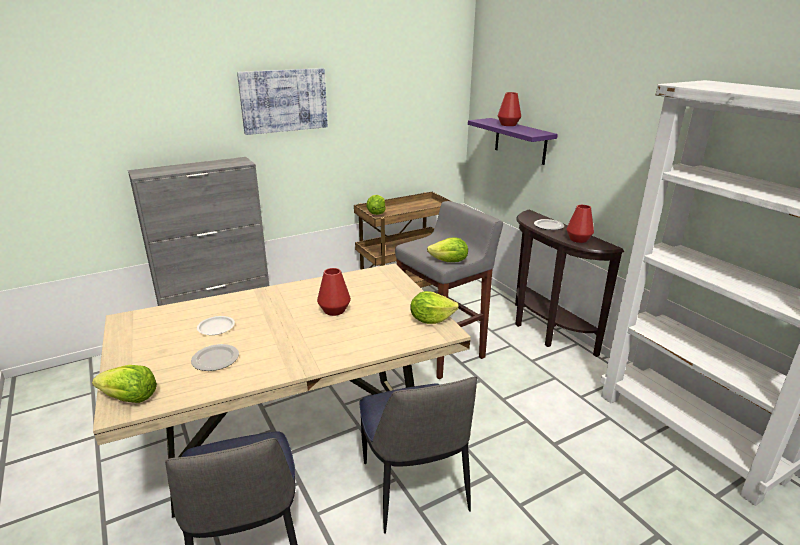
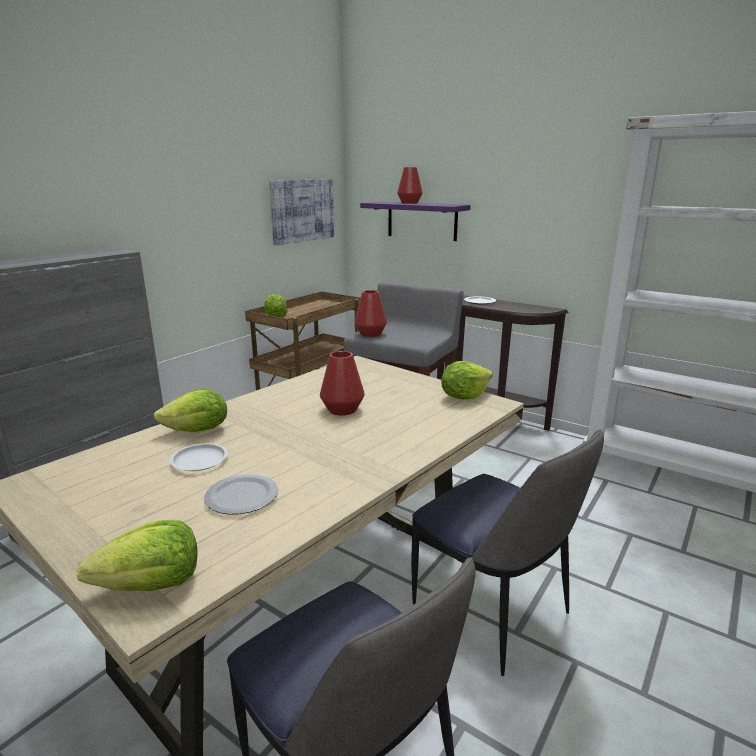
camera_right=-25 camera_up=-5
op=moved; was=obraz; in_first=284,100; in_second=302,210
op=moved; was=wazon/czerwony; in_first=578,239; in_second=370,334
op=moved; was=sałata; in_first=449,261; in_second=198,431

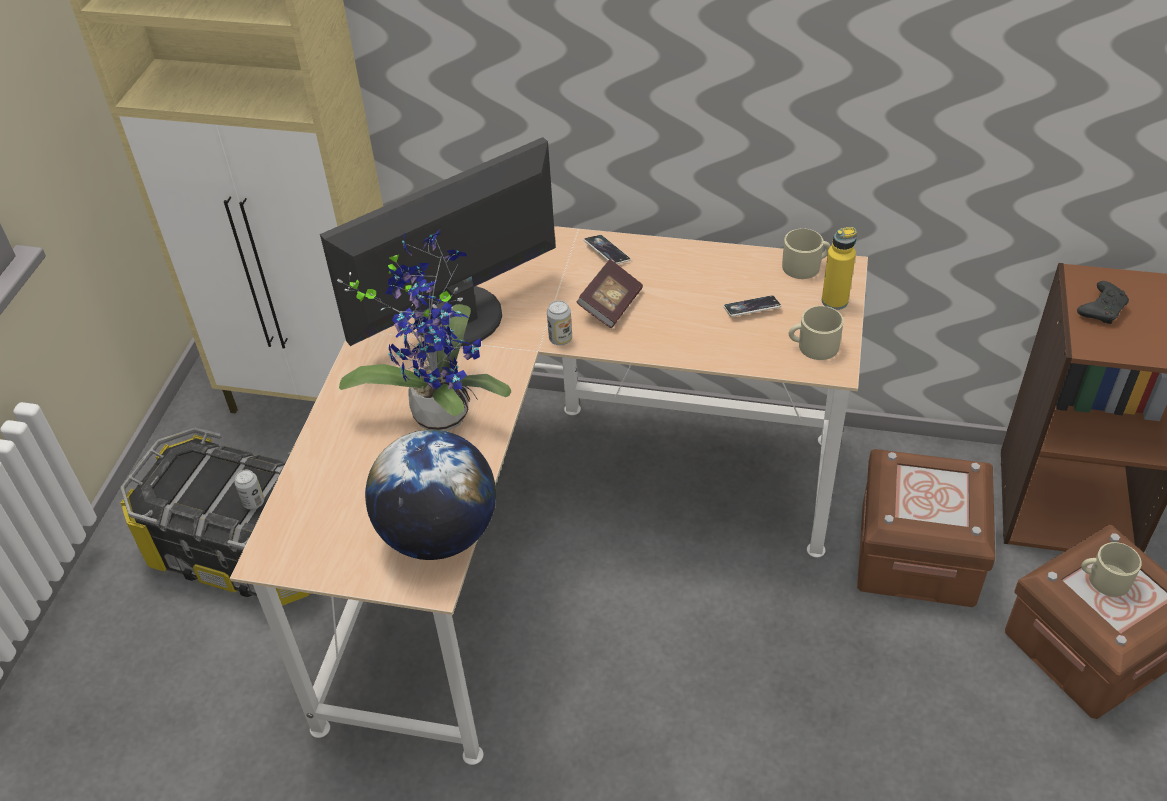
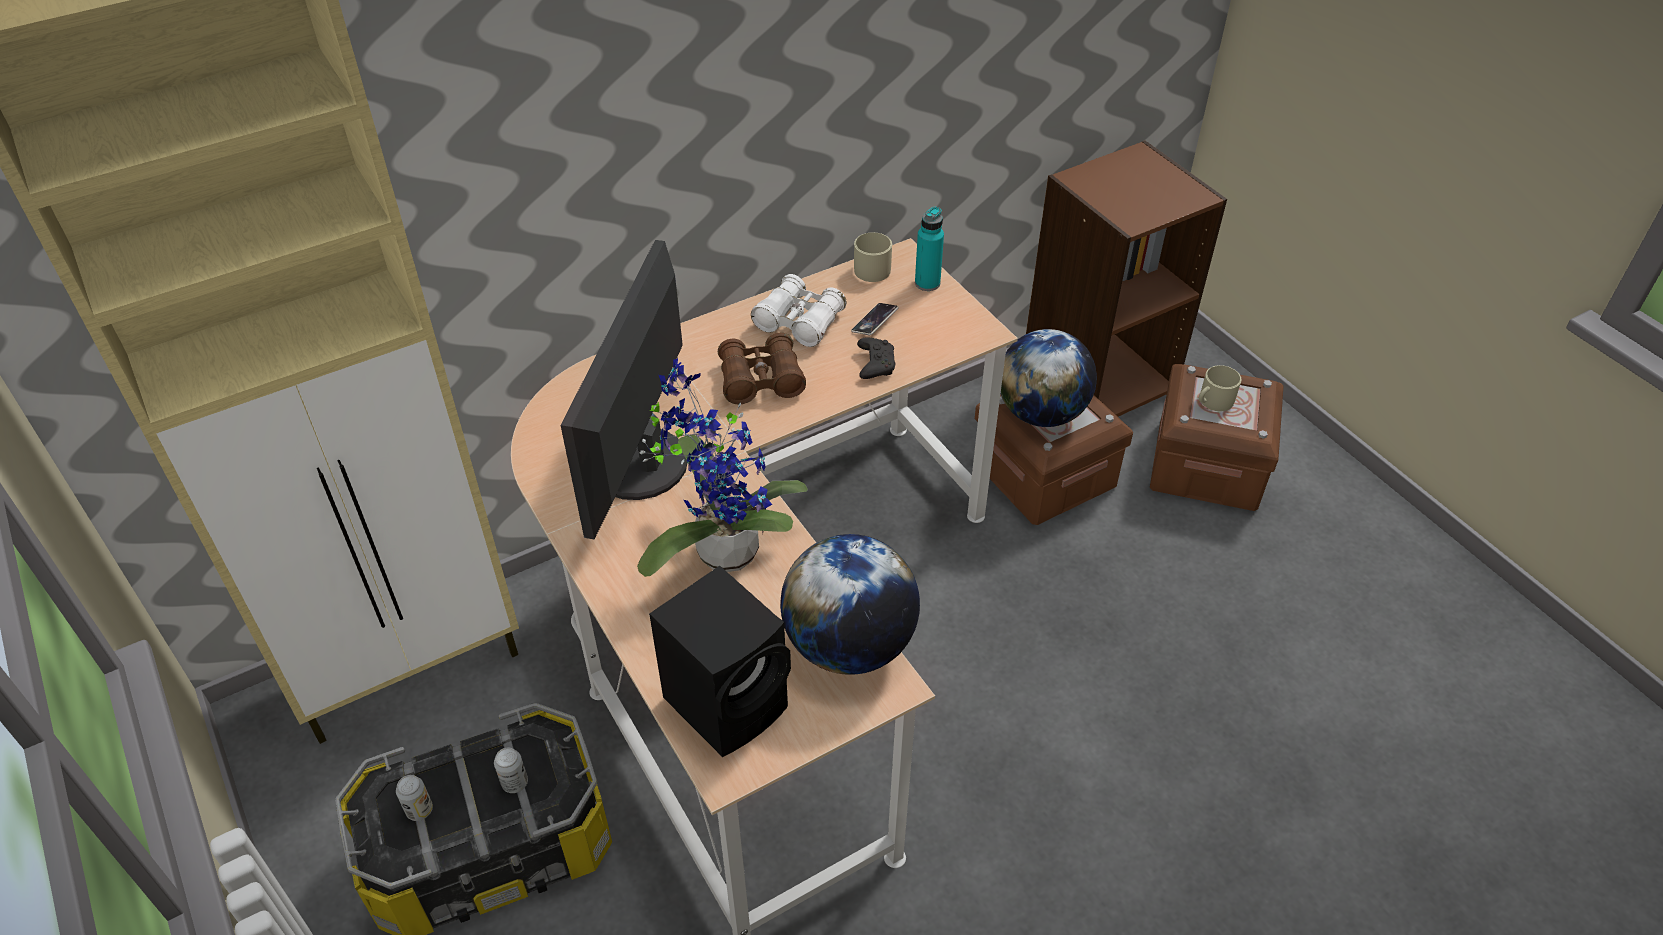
camera_right=-45 camera_up=0
op=recoloured; was=butelka/żółty; now=butelka/turkusowy; in_first=834,301; in_second=927,283
op=removed; was=telefon; in_first=607,252
op=replaced; was=książka; now=lornetka/brązowy; in_first=610,305; in_second=761,380
op=moved; was=pad do gier/czarny; in_first=1102,309; in_second=875,364
op=moved; was=puszka; in_first=560,339; in_second=419,810
op=removed; was=kubek/beżowy; in_first=813,346
op=added; now=lornetka/biały; in_second=799,322
op=added; now=globus; in_second=1041,413
op=added; now=głośnik/czarny; in_second=730,701

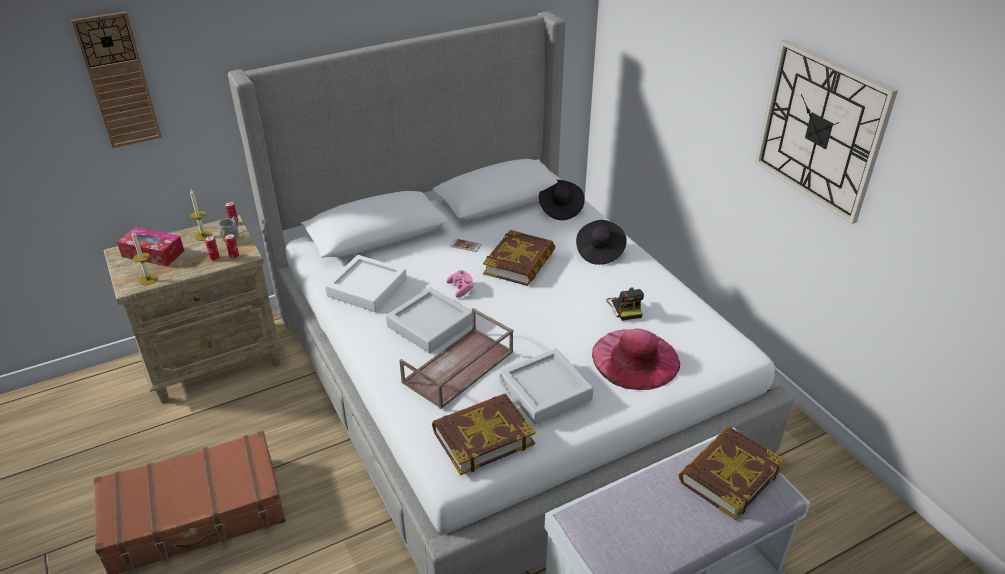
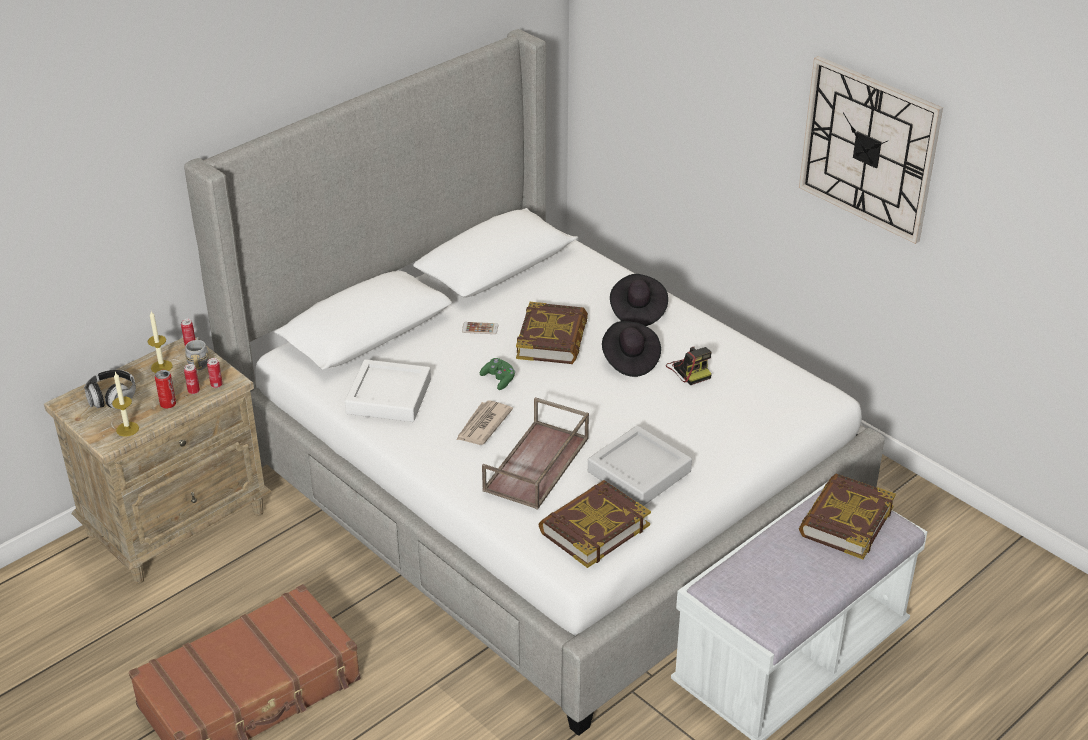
camera_right=-15 camera_up=0
op=removed; was=zegar ścienny; in_first=118,81
op=moved; was=kapelusz/czarny; in_first=560,209; in_second=629,360
op=replaced; was=pudełko chusteczek; now=słuchawki; in_first=153,254; in_second=112,398
op=recoloured; was=pad do gier/różowy; now=pad do gier/zielony; in_first=461,289; in_second=499,379
op=replaced; was=taca/szary; now=gazeta; in_first=430,325; in_second=483,425
op=removed; was=kapelusz/różowy; in_first=635,358
op=added; now=puszka; in_second=168,404

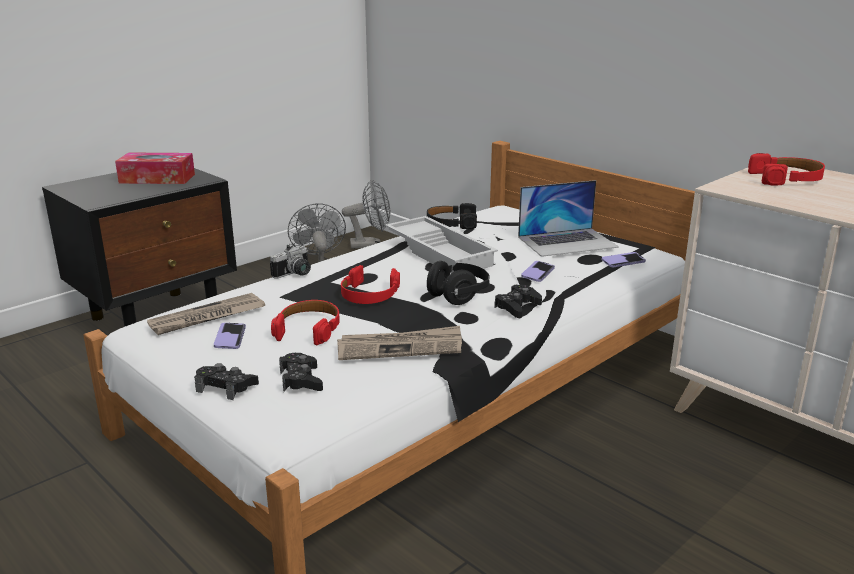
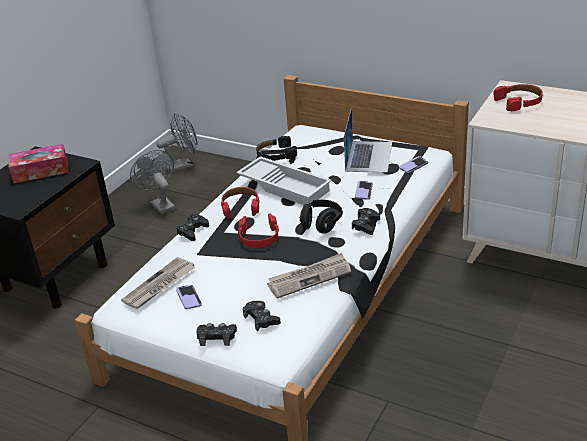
camera_right=-15 camera_up=10
op=turned; was=laptop; in_first=567,242; in_second=369,156; clockwise=-45
op=replaced; was=aparat fotograficzny; now=pad do gier/czarny; in_first=295,274; in_second=193,231
op=moved; was=słuchawki/czerwony; in_first=309,329; in_second=241,206

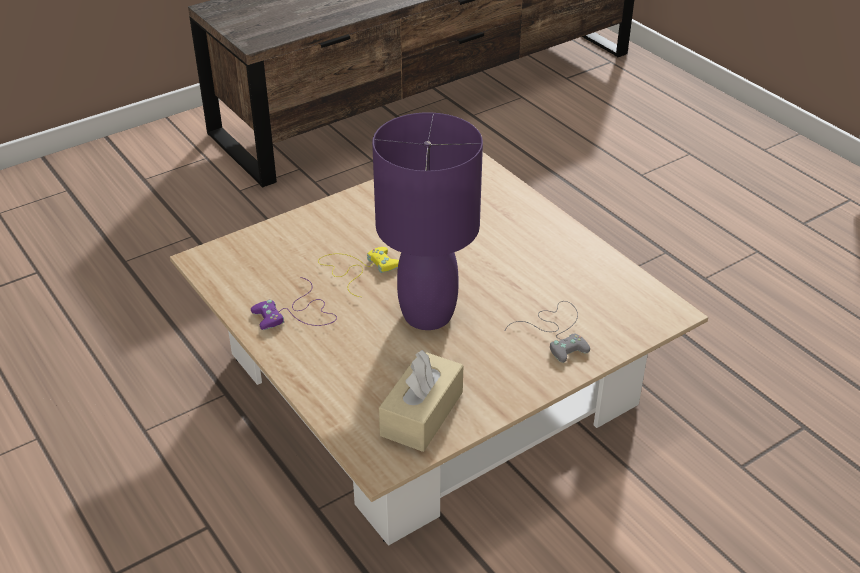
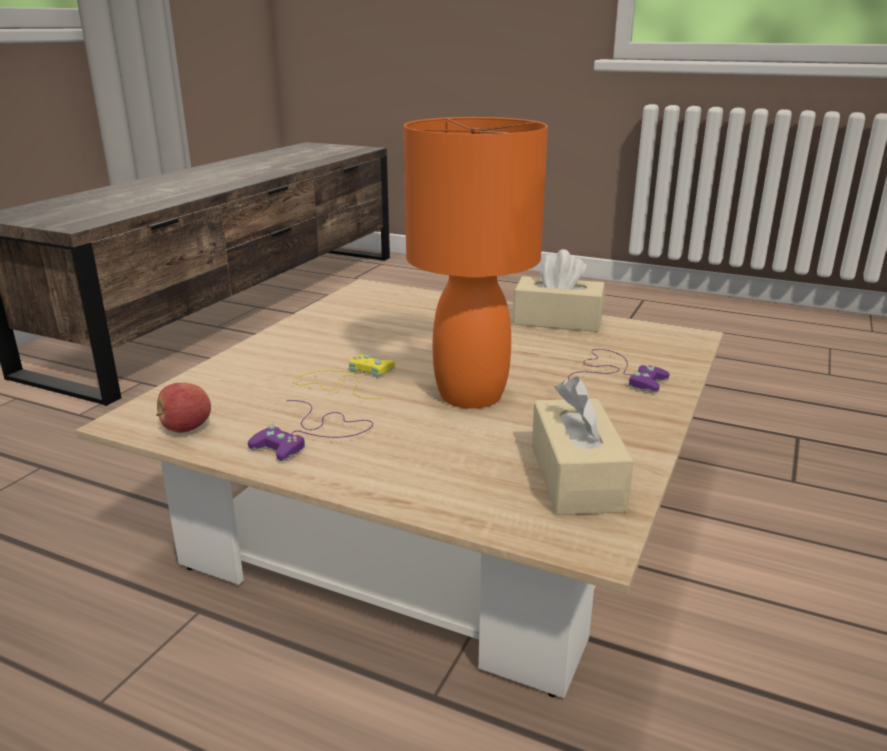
camera_right=-30 camera_up=-15
op=recoloured; was=lampa stołowa/fioletowy; now=lampa stołowa/pomarańczowy; in_first=428,315; in_second=472,395
op=recoloured; was=pad do gier/szary; now=pad do gier/fioletowy; in_first=556,331; in_second=615,373
op=added; now=pudełko chusteczek/beżowy; in_second=557,320
op=added; now=jabłko; in_second=186,428

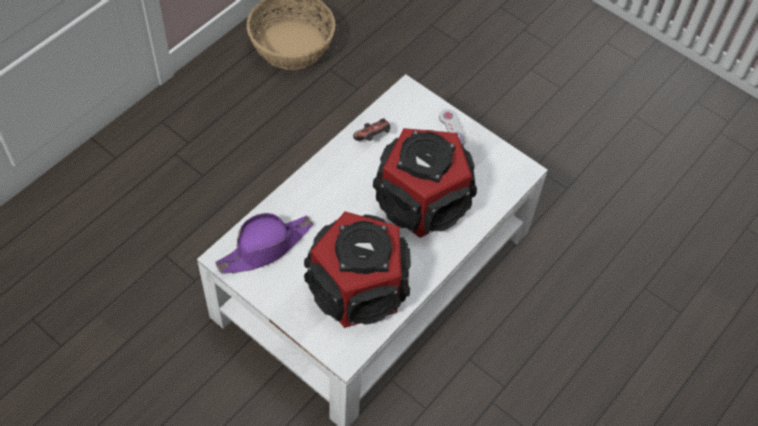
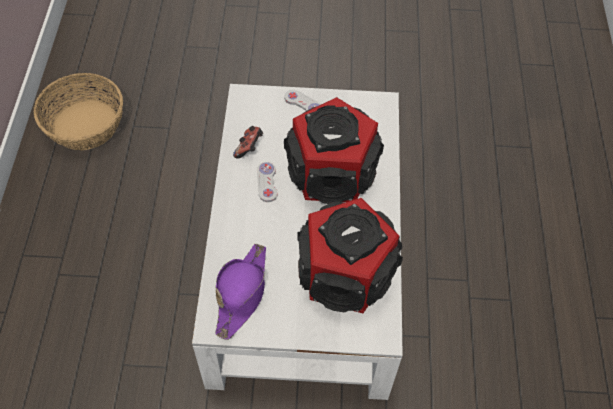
camera_right=-35 camera_up=0
op=added; now=pad do gier/biały; in_second=267,182

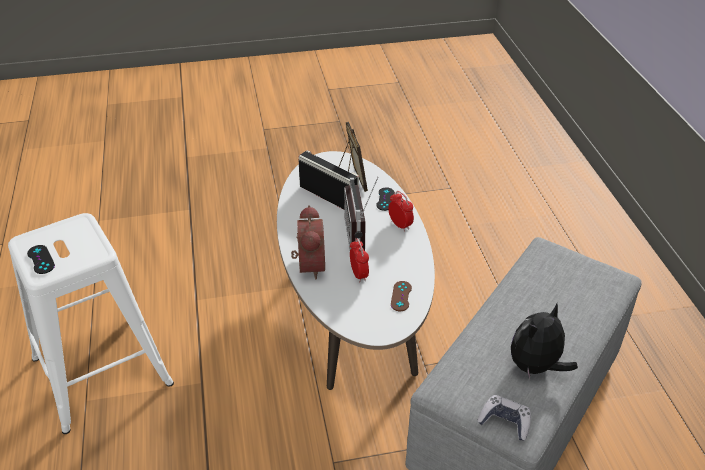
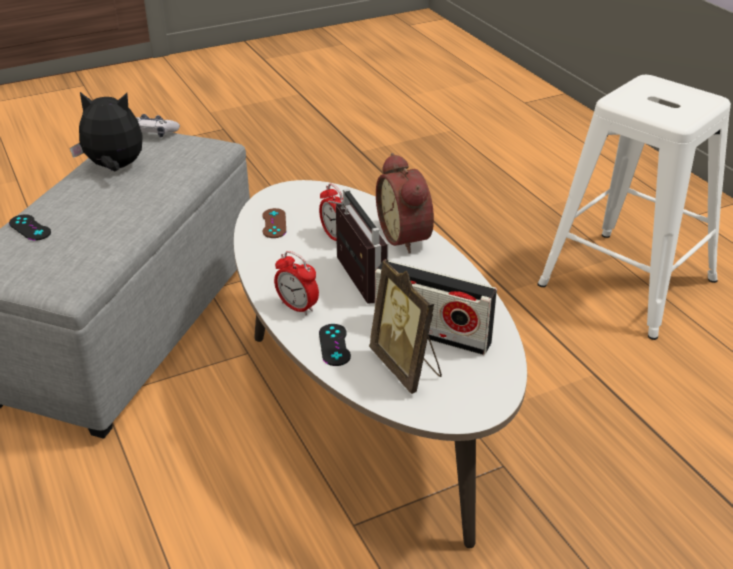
camera_right=165 camera_up=-5
op=moved; was=pad do gier/czarny; in_first=41,259; in_second=30,228
op=turned; was=pluszak; in_first=536,367; in_second=114,168; clockwise=-120

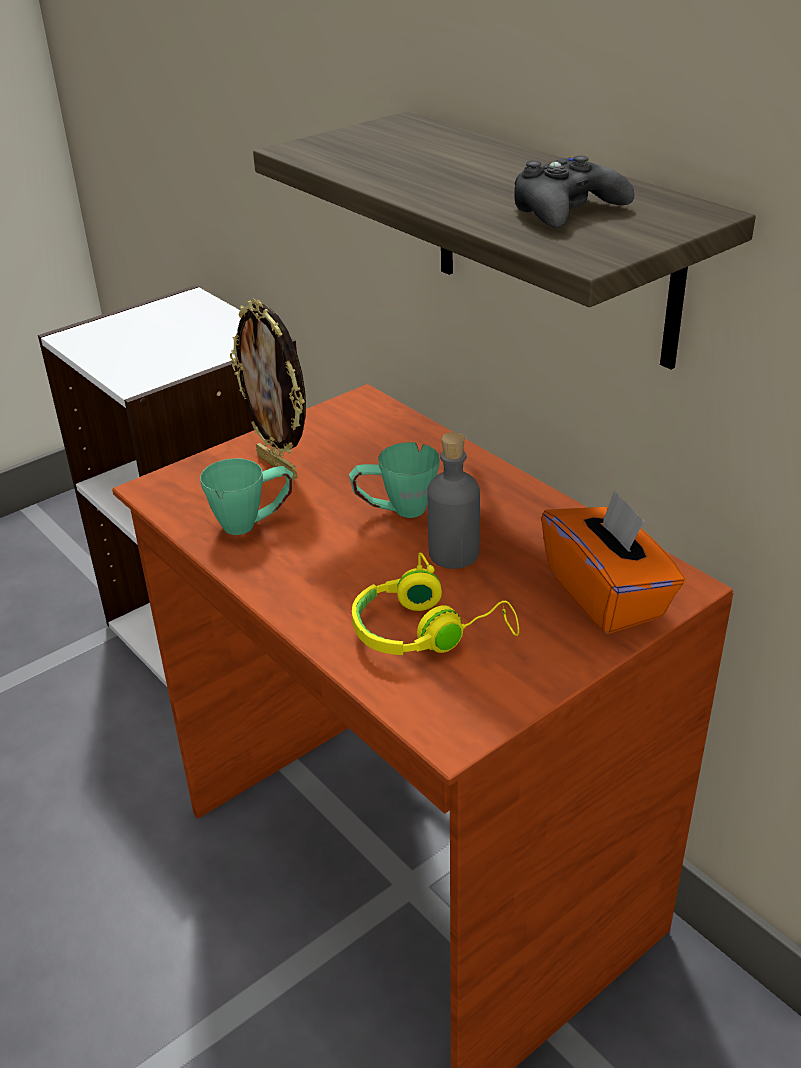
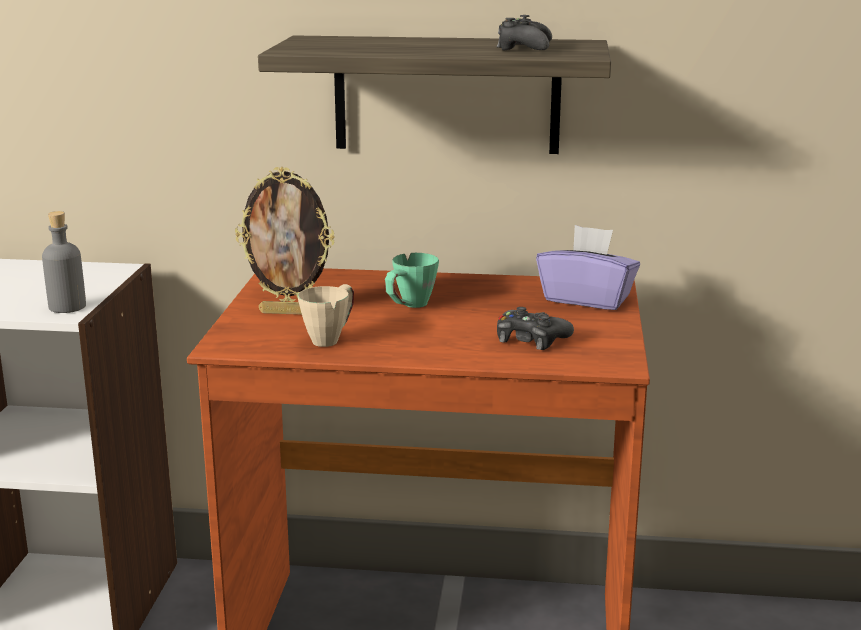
camera_right=-45 camera_up=-15
op=moved; was=butelka/szary; in_first=453,554; in_second=67,306
op=recoloured; was=kubek/zielony; now=kubek/beżowy; in_first=253,523; in_second=331,338
op=recoloured; was=pudełko chusteczek/pomarańczowy; now=pudełko chusteczek/fioletowy; in_first=607,595; in_second=587,299
op=replaced; was=słuchawki/żółty; now=pad do gier/czarny; in_first=428,631; in_second=530,339

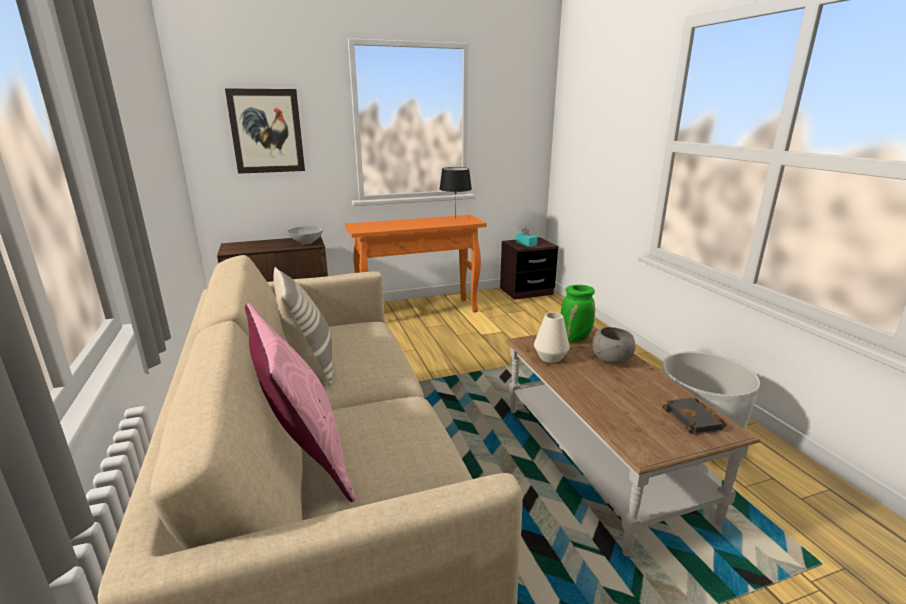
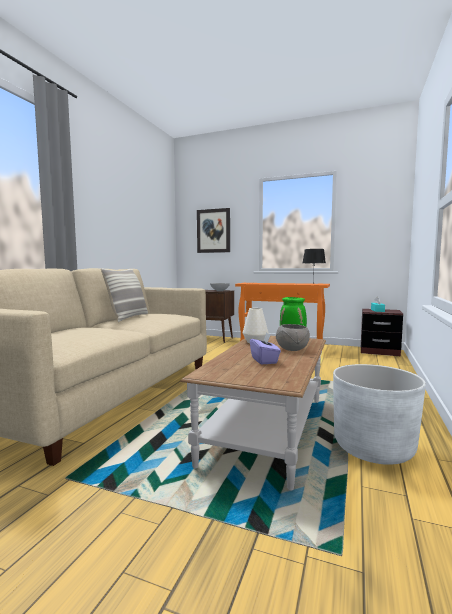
camera_right=40 camera_up=-15
op=removed; was=poduszka/różowy; in_first=306,459
op=removed; was=książka/czarny; in_first=695,420
op=added; now=pudełko chusteczek/fioletowy; in_second=264,360

